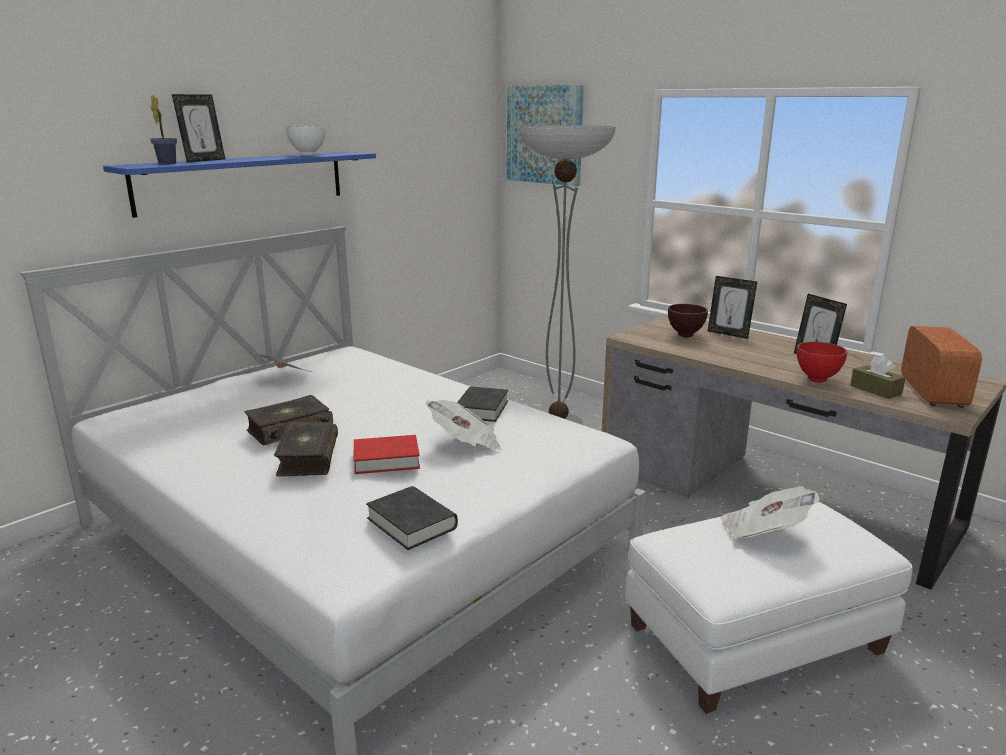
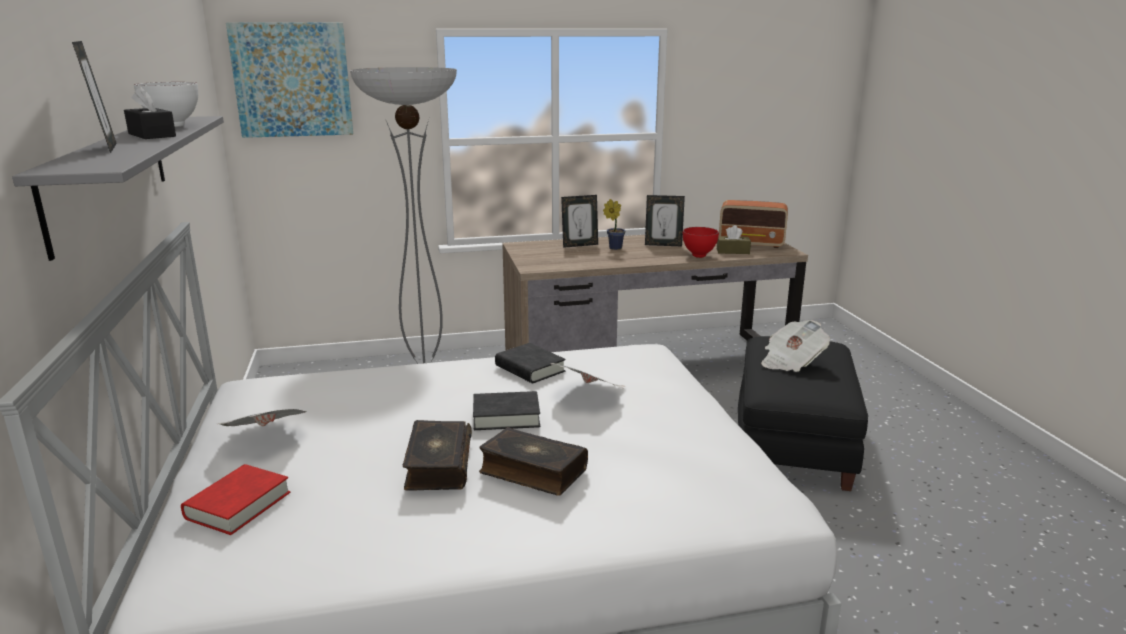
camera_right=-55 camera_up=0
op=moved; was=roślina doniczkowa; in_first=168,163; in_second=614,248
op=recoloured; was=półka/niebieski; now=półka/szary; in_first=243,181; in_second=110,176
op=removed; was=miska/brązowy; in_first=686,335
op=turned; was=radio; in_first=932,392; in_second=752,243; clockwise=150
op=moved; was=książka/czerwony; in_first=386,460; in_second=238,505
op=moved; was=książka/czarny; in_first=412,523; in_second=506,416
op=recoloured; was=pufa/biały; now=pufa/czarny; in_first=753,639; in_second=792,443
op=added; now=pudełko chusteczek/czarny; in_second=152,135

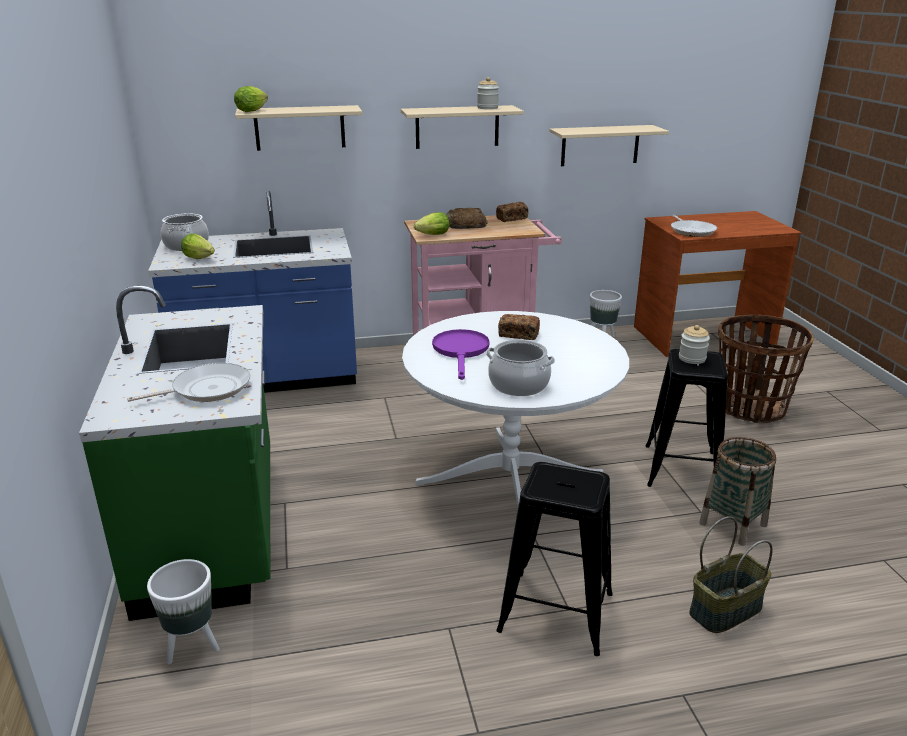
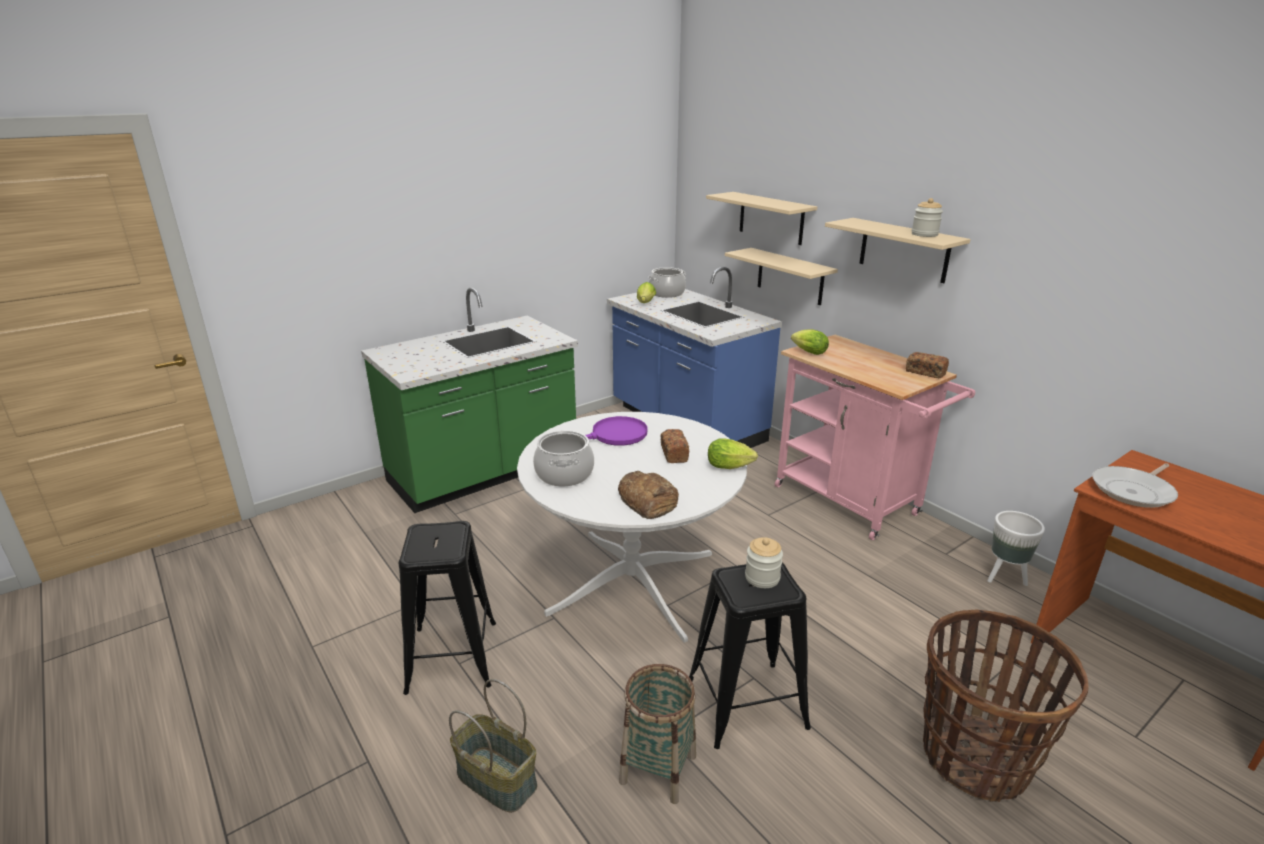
camera_right=65 camera_up=0
op=moved; was=sałata; in_first=253,111; in_second=731,467
op=moved; was=półka/beżowy; in_first=600,145; in_second=790,276
op=moved; was=chleb; in_first=465,224; in_second=648,501
op=removed; was=patelnia; in_first=207,389
op=removed; was=donica/biały; in_first=192,647

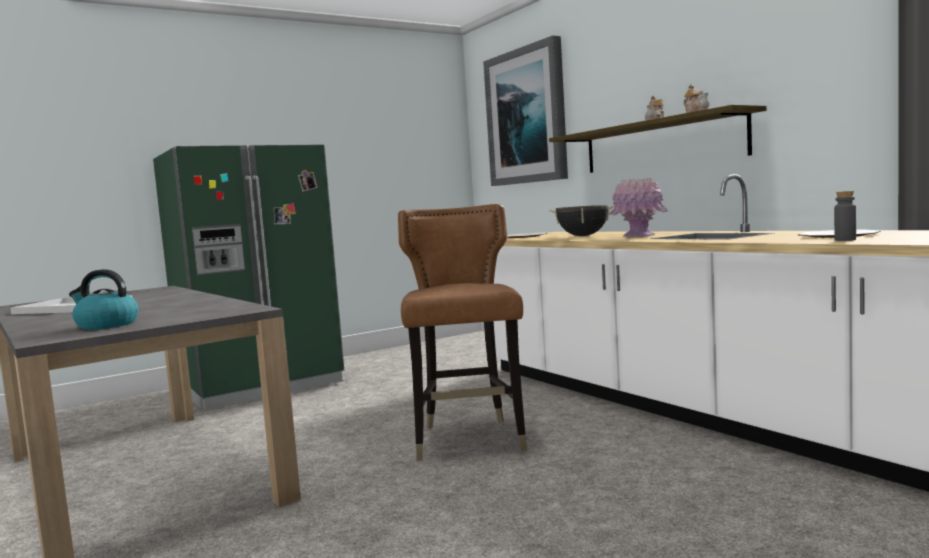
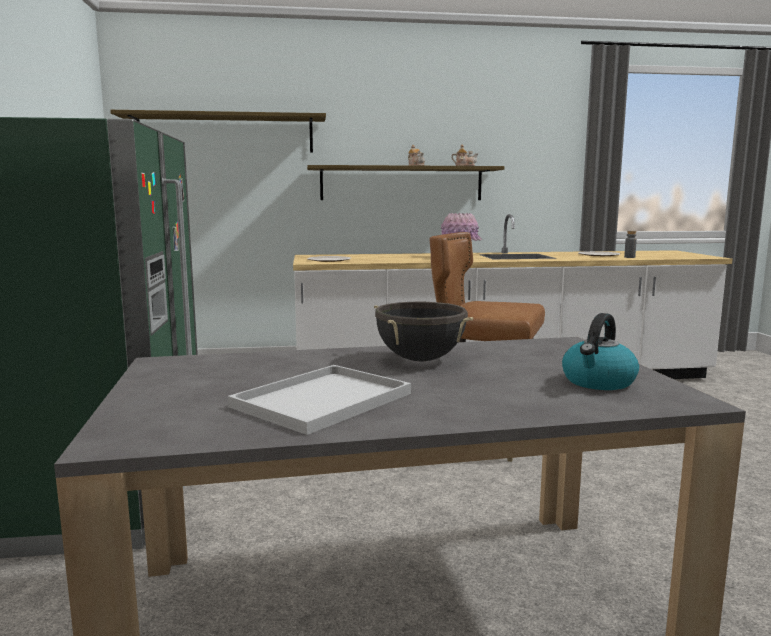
camera_right=-65 camera_up=5
op=replaced; was=obraz; now=półka; in_first=527,116; in_second=226,134
op=moved; was=garnek/czarny; in_first=583,236; in_second=420,359

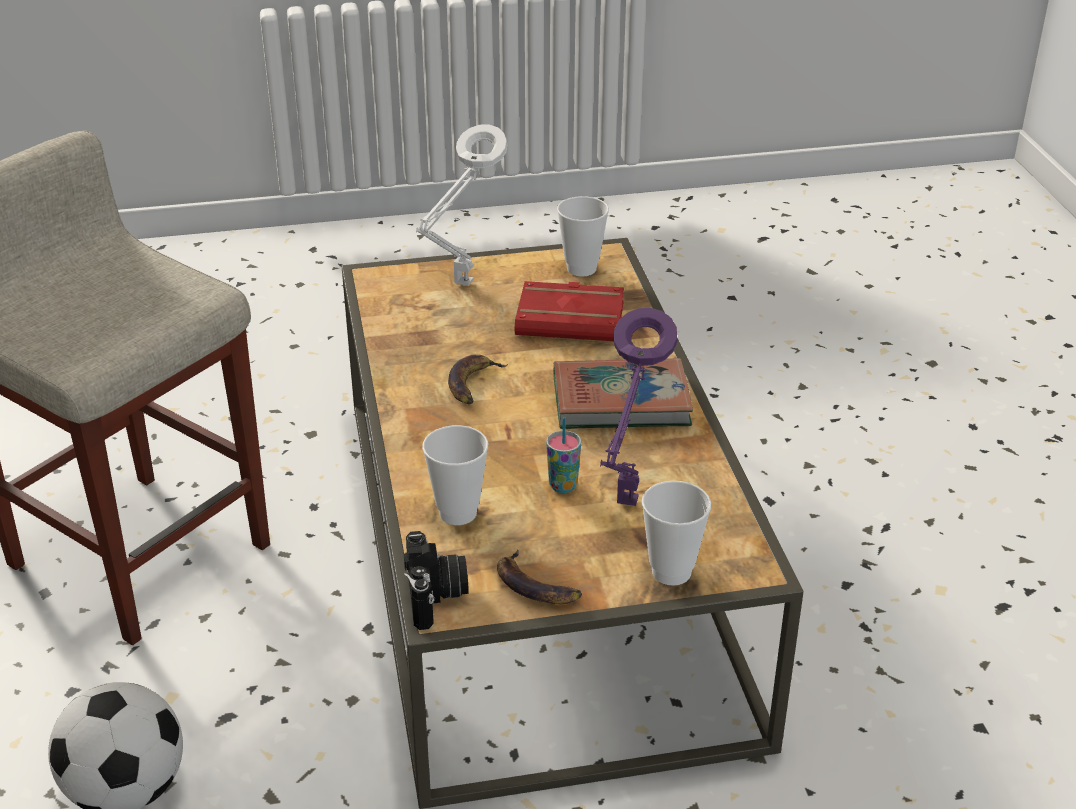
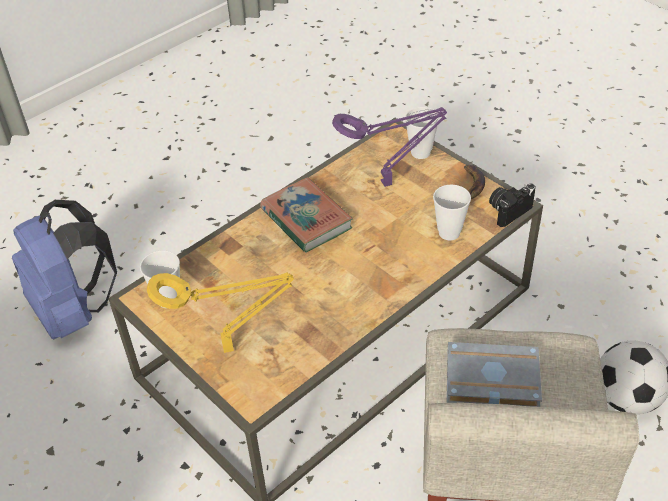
camera_right=-120 camera_up=10
op=recoloured; was=lampa stołowa/biały; now=lampa stołowa/żółty; in_first=461,286; in_second=232,347
op=removed; was=książka/czerwony; in_first=572,319
op=removed; was=banan; in_first=473,384
op=removed; was=filiżanka; in_first=563,486
op=added; now=plecak/niebieski; in_second=74,311
op=added; now=książka/szary; in_second=490,382

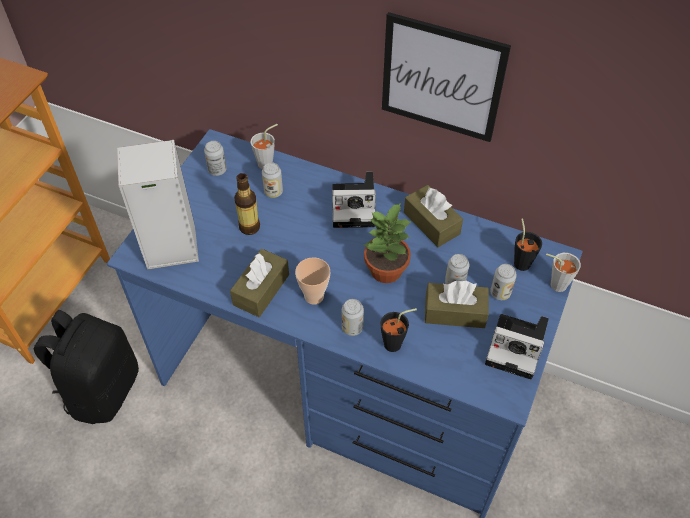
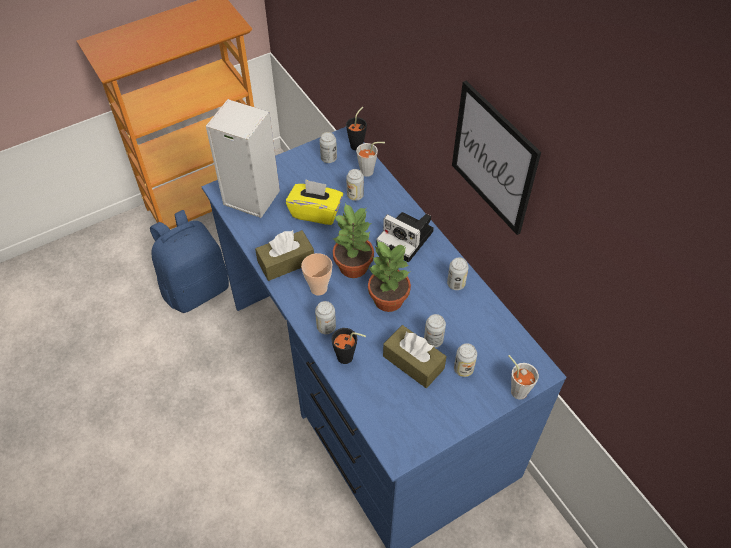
camera_right=35 camera_up=0
op=replaced; was=butelka; now=pudełko chusteczek/żółty; in_first=249,227; in_second=316,212
op=replaced; was=pudełko chusteczek/brązowy; now=puszka; in_first=431,223; in_second=456,284
op=moved; was=filiżanka/czarny; in_first=521,261; in_second=358,144
op=recoloured; was=plecak/czarny; now=plecak/niebieski; in_first=102,389; in_second=196,288
op=removed; was=aparat fotograficzny; in_first=518,347
op=added; now=roślina doniczkowa; in_second=354,266

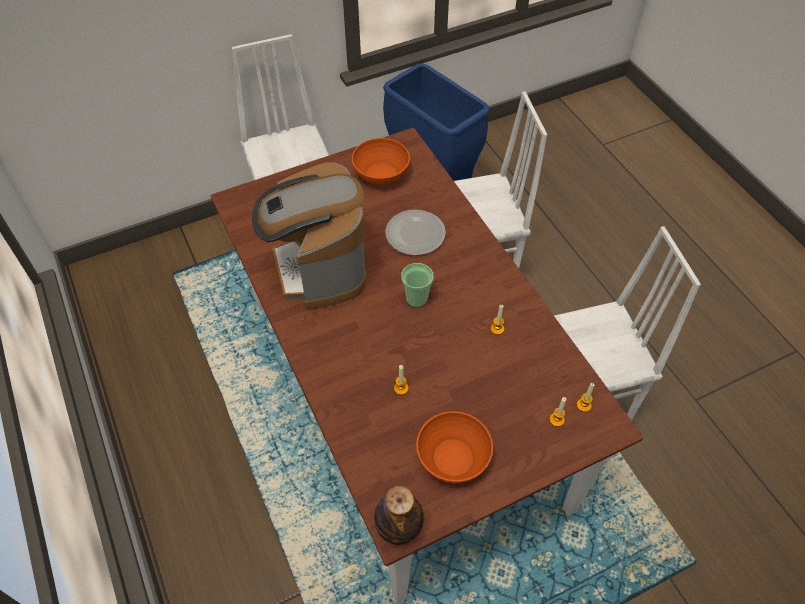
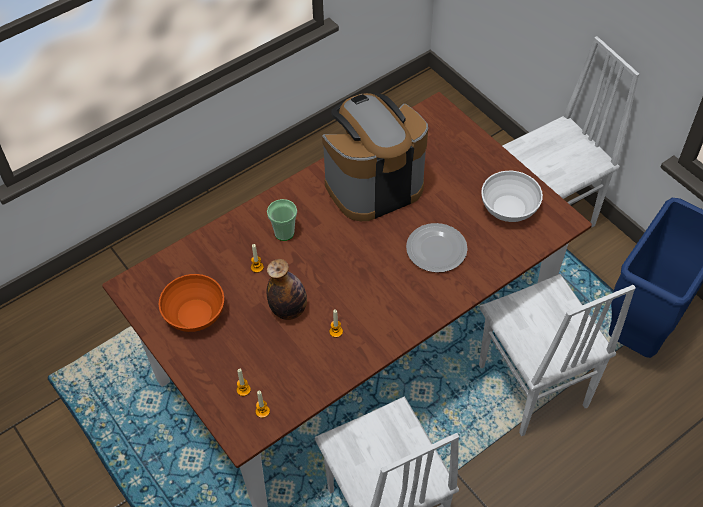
camera_right=80 camera_up=0
op=recoloured; was=miska/pomarańczowy; now=miska/biały; in_first=380,174; in_second=509,208
op=moved; was=filiżanka; in_first=416,299; in_second=284,233
op=moved; was=butelka; in_first=398,527; in_second=289,310

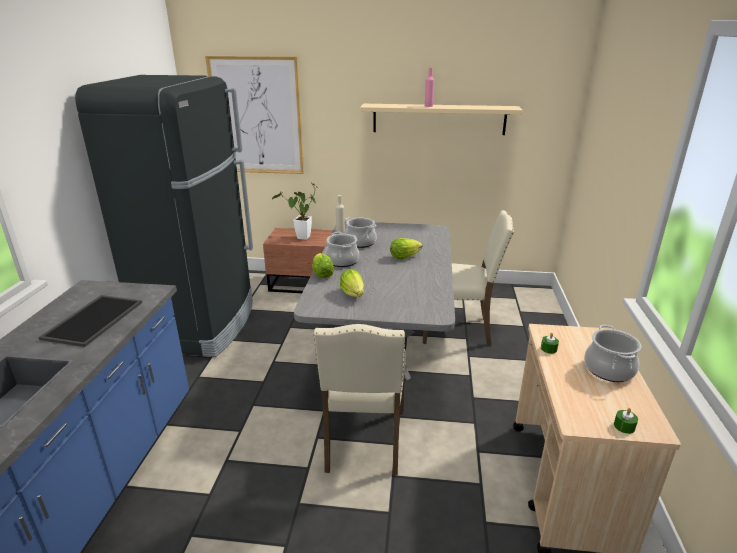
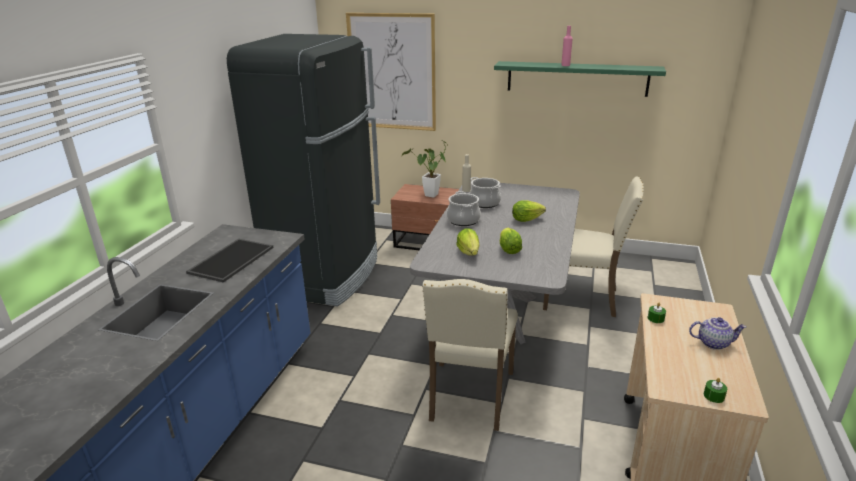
camera_right=10 camera_up=0
op=recoloured; was=półka/beżowy; now=półka/zielony; in_first=439,119; in_second=576,78
op=moved; was=sałata; in_first=322,274; in_second=509,250
op=replaced; was=garnek; now=imbryk; in_first=608,369; in_second=713,343

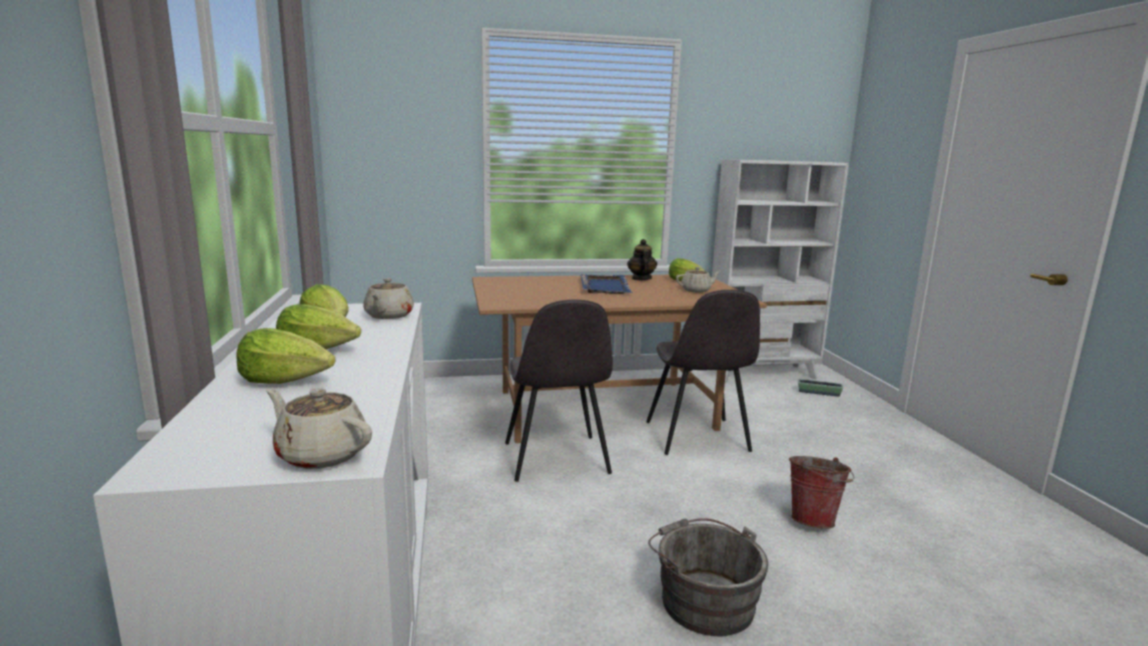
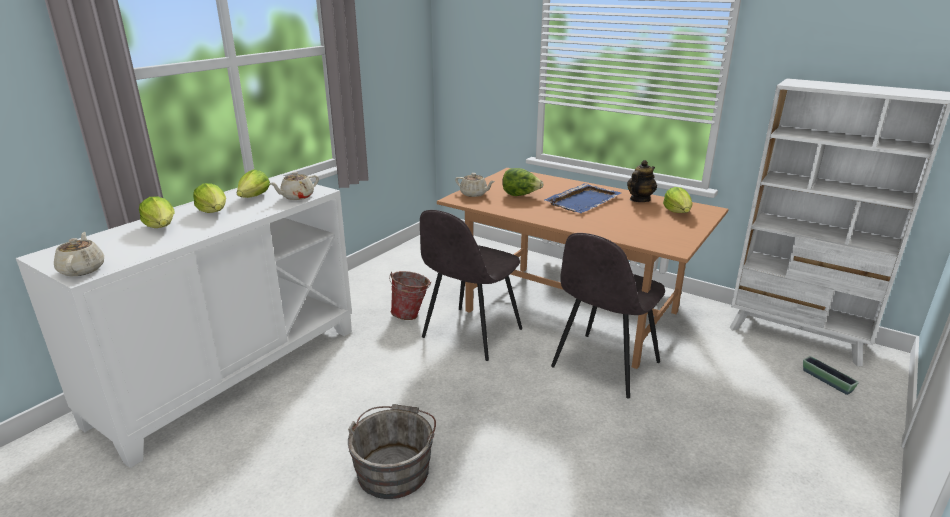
camera_right=45 camera_up=10
op=moved; was=imbryk/beżowy; in_first=696,290; in_second=474,194
op=moved; was=wiadro; in_first=814,519; in_second=411,315
op=added; now=sałata; in_second=520,195

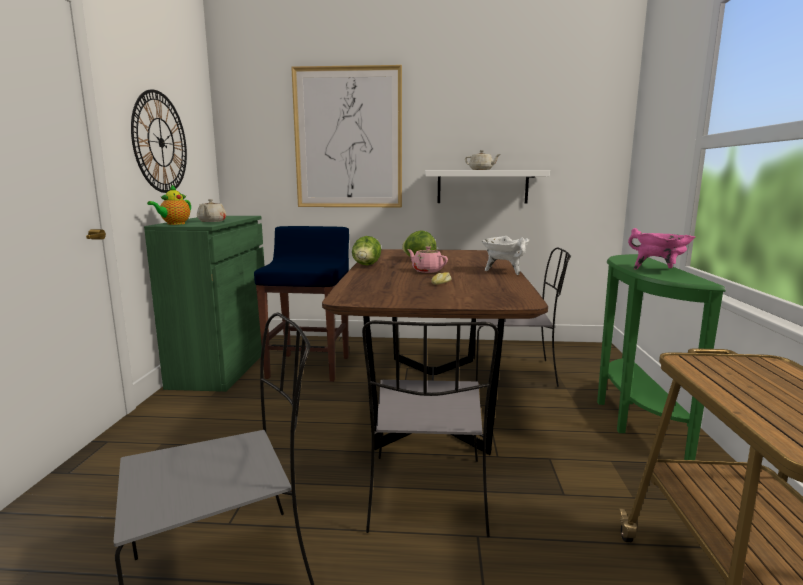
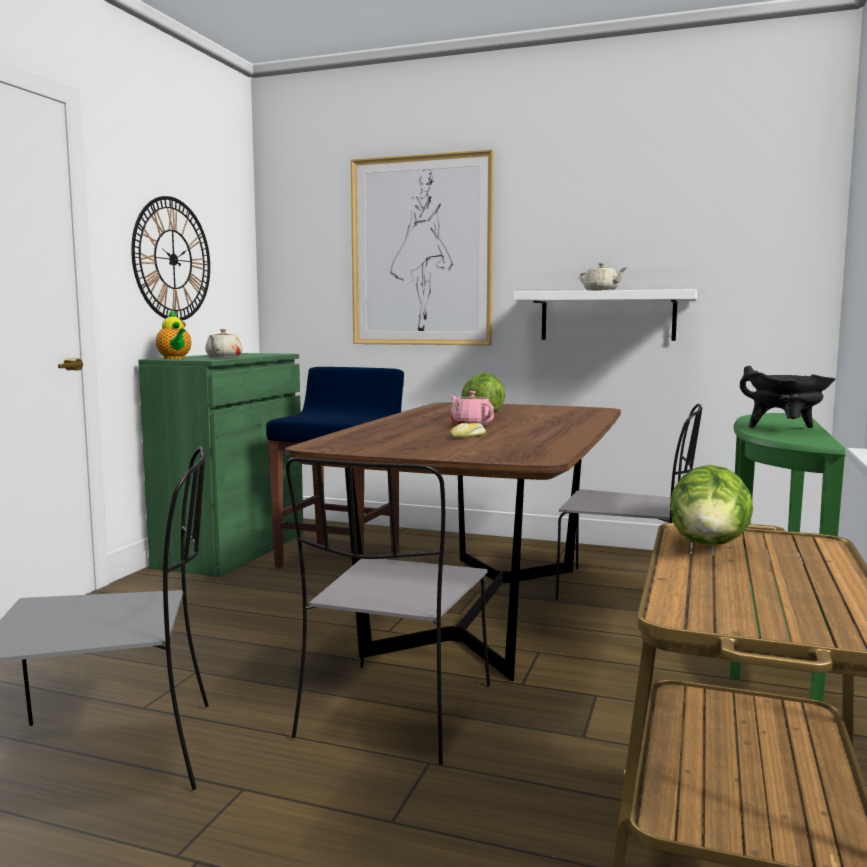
camera_right=15 camera_up=-5
op=turned; was=imbryk; in_first=174,224; in_second=175,358; clockwise=-75
op=recoloured; was=garnek/różowy; now=garnek/czarny; in_first=659,270; in_second=785,429
op=moved; was=sałata; in_first=366,266; in_second=709,547
op=removed; was=garnek/biały; in_first=504,271

